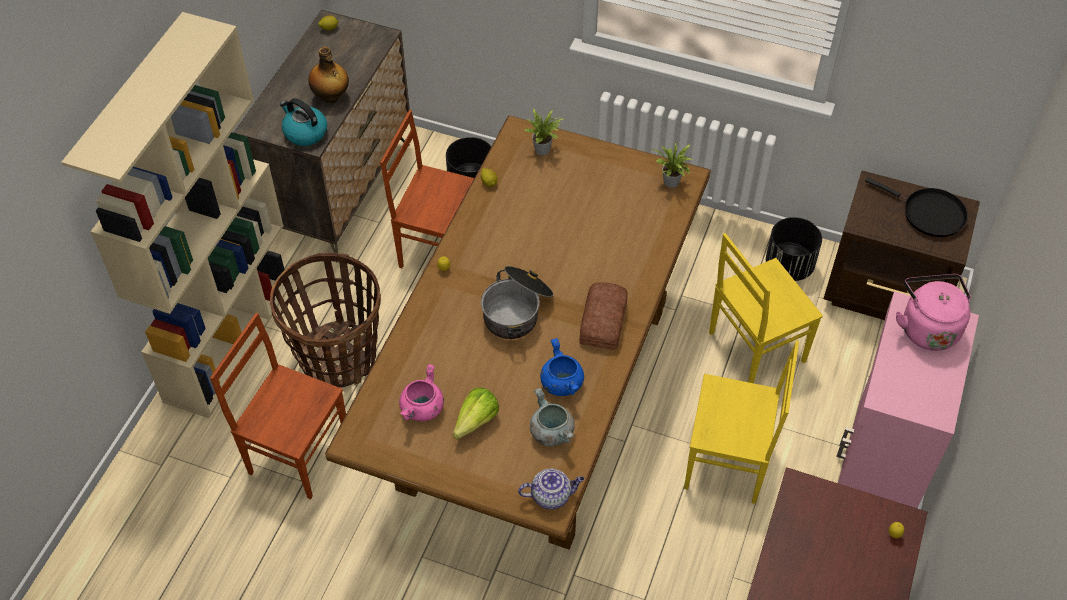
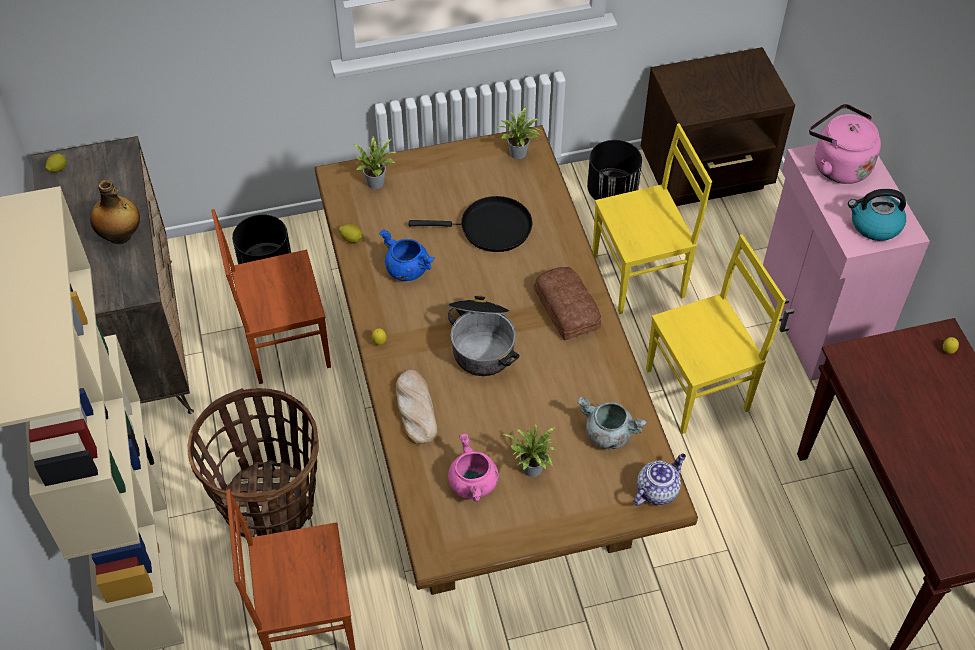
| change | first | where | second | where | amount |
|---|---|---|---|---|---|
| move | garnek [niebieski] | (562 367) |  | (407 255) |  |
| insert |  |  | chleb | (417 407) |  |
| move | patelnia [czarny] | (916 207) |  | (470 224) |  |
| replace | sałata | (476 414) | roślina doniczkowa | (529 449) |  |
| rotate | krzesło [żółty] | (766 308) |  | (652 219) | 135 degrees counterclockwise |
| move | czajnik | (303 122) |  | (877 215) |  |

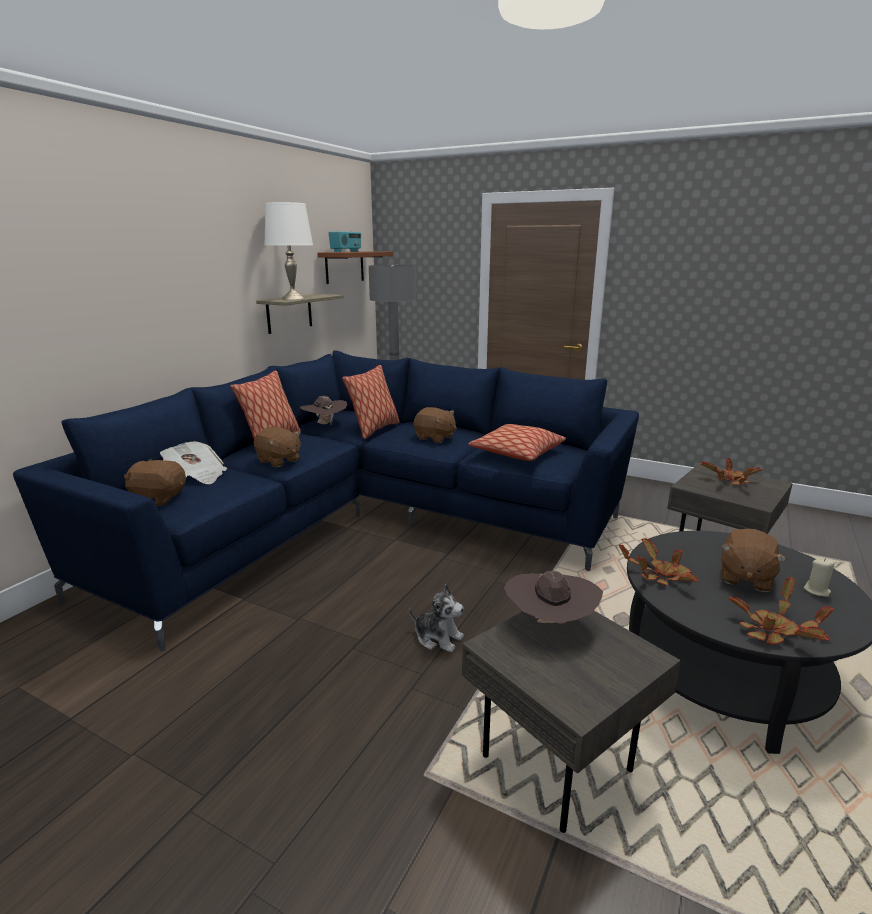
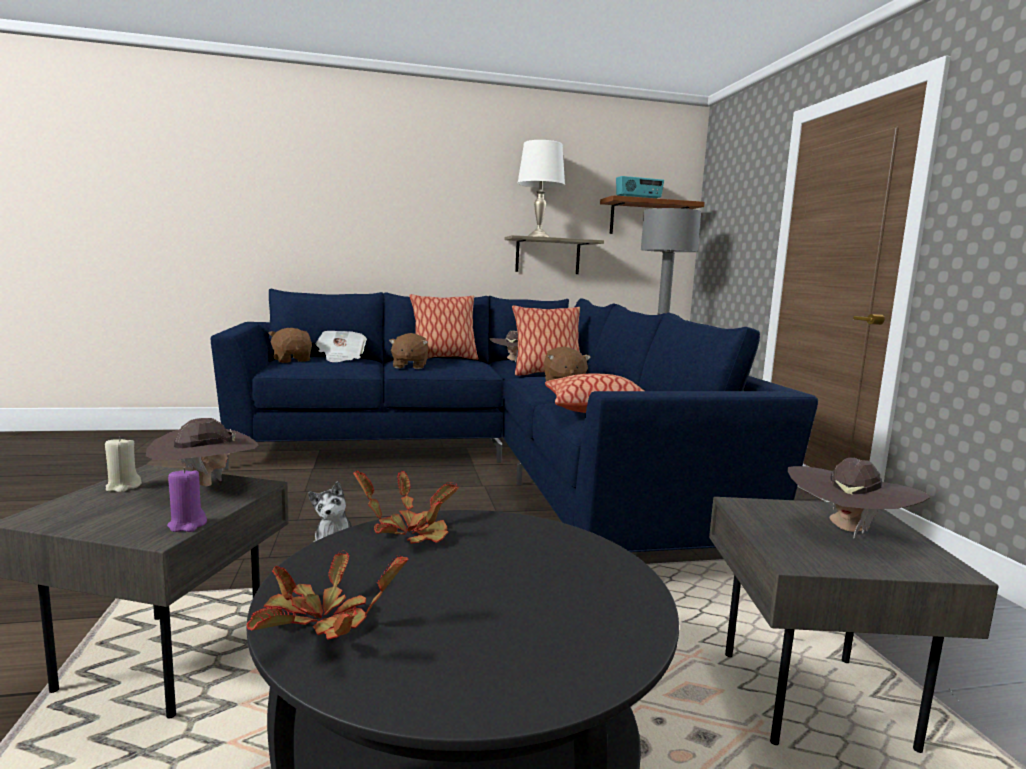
| change | first | where | second | where | amount |
|---|---|---|---|---|---|
| move | świeca [beżowy] | (819 577) |  | (123 464) |  |
| insert |  |  | świeca [fioletowy] | (187 500) |  |
| replace | roślina doniczkowa | (731 471) | kapelusz [brązowy] | (859 498) |  |
| delete | pluszak [brązowy] | (754 560) |  |  |  |

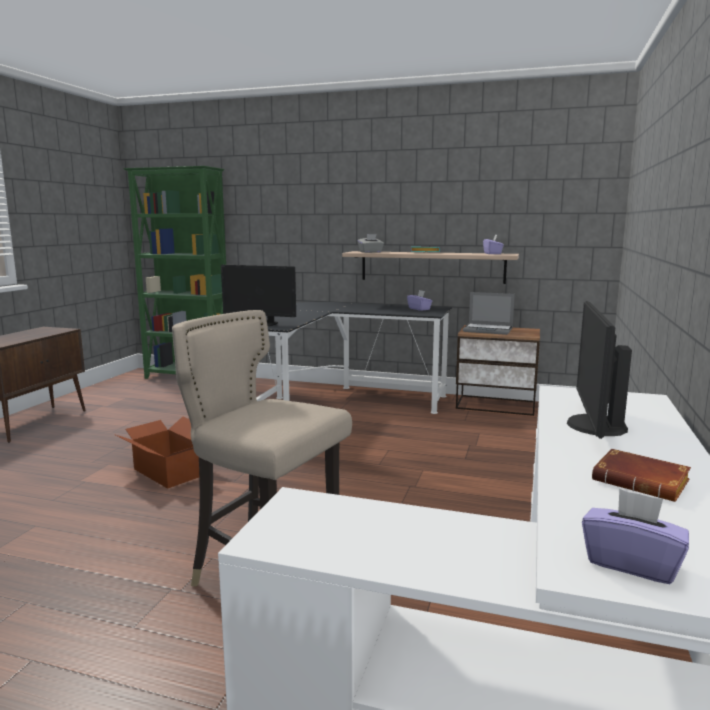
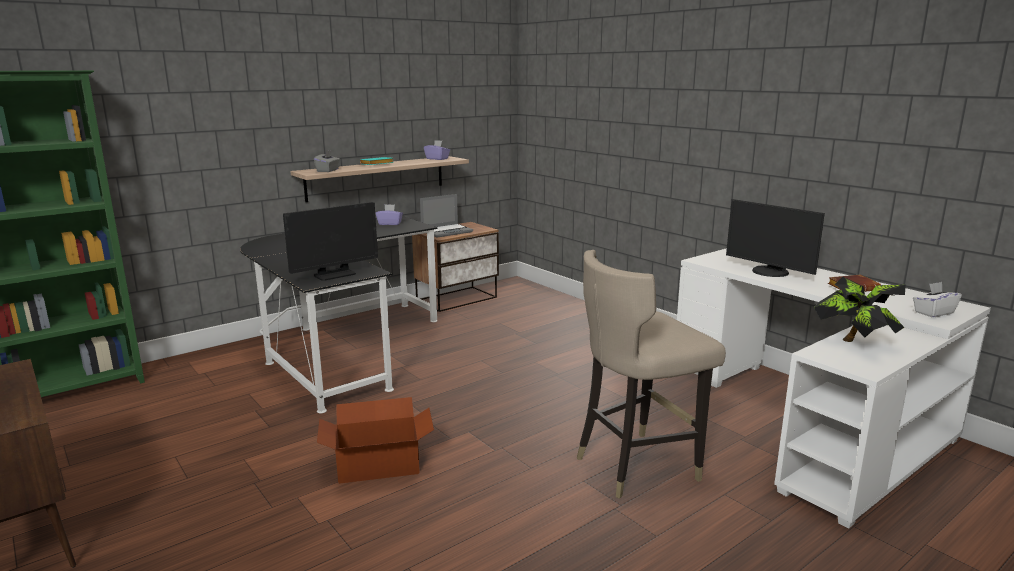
| change | first | where | second | where | amount |
|---|---|---|---|---|---|
| insert |  |  | roślina doniczkowa | (860 309) |  |
| recolor | pudełko chusteczek [fioletowy] | (635 536) | pudełko chusteczek [biały] | (937 299) |  |

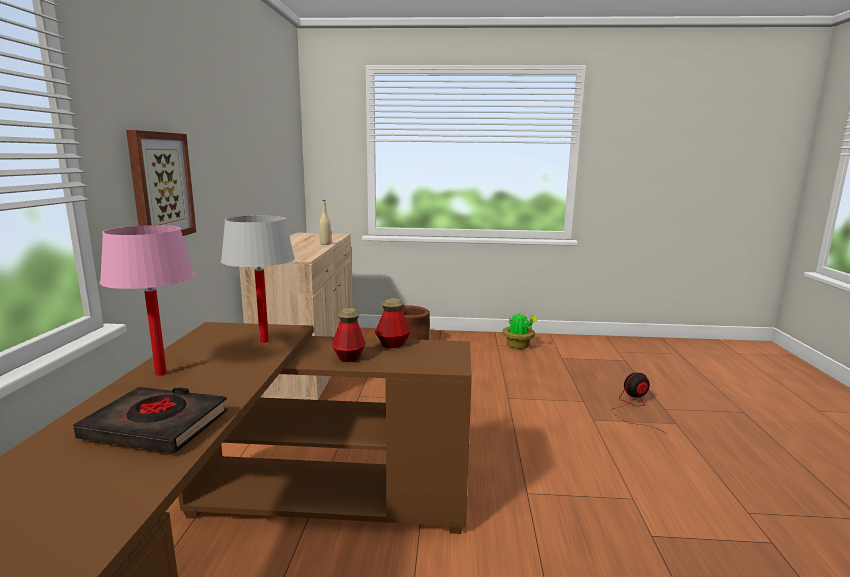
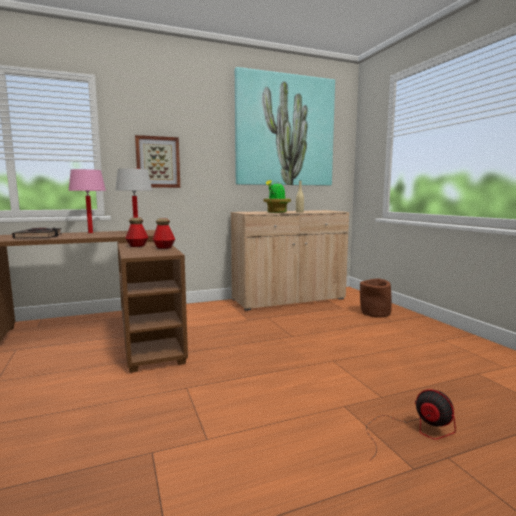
| change | first | where | second | where | amount |
|---|---|---|---|---|---|
| insert |  |  | obraz | (285 126) |  |
| move | roślina doniczkowa | (520 331) |  | (277 196) |  |

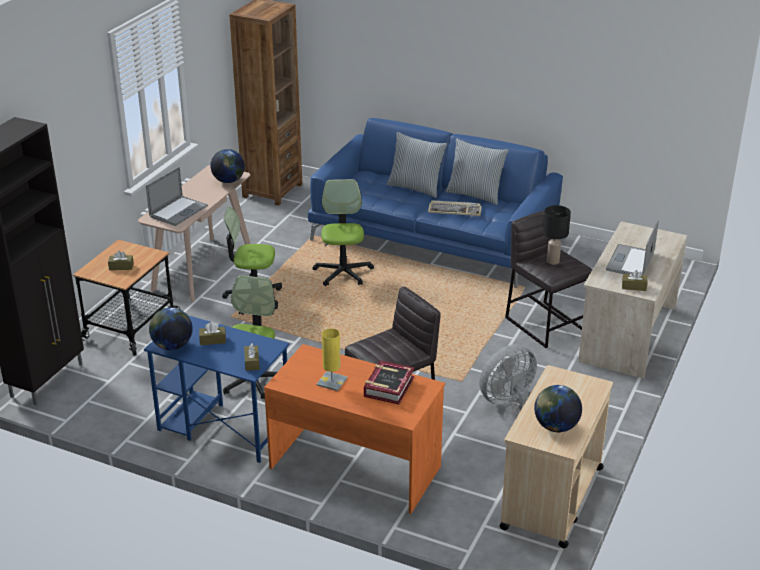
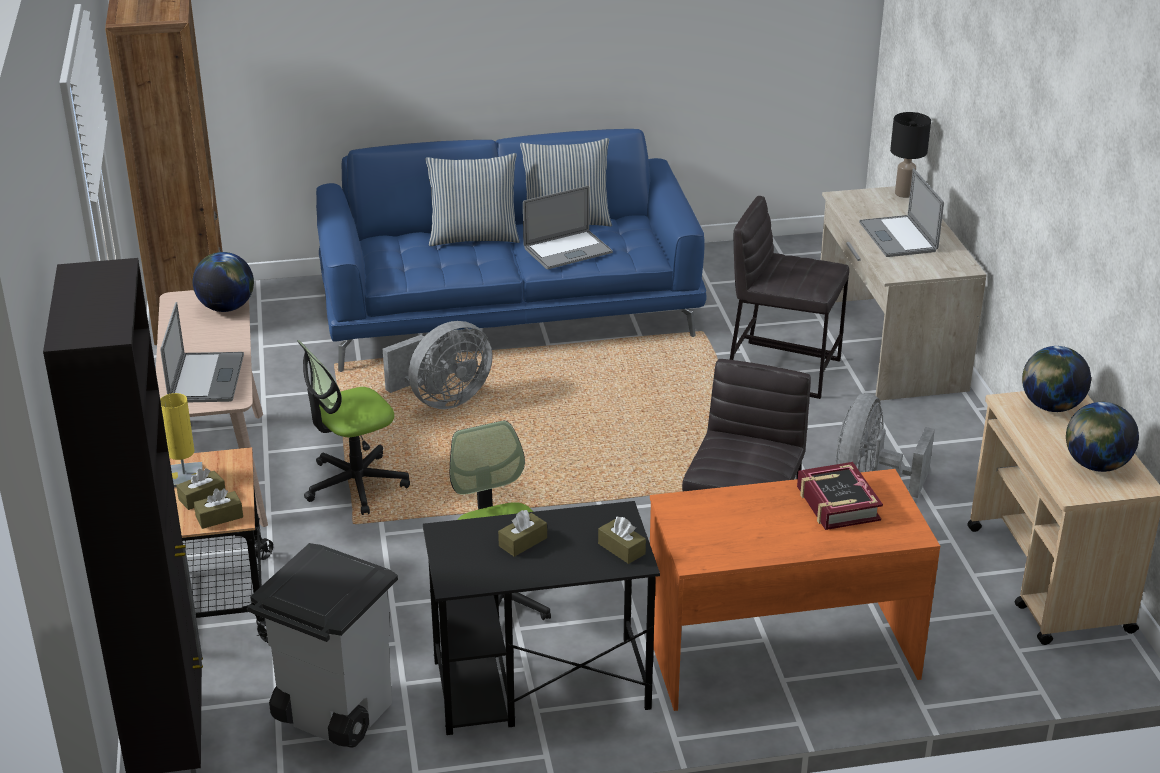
| change | first | where | second | where | amount |
|---|---|---|---|---|---|
| move | lampa stołowa [żółty] | (332 360) |  | (181 440) |  |
| move | pudełko chusteczek [brązowy] | (635 280) |  | (218 508) |  |
| insert |  |  | kosz na śmieci [szary] | (322 645) |  |
| replace | krzesło biurowe | (343 232) | wentylator [szary] | (438 365) |  |
| recolor | biurko [niebieski] | (216 389) | biurko [czarny] | (541 618) |  |
| replace | klawiatura | (455 208) | laptop | (568 228) |  |
| move | lampa stołowa [czarny] | (557 234) |  | (910 155) |  |
| move | globus | (171 328) |  | (1056 379) |  |

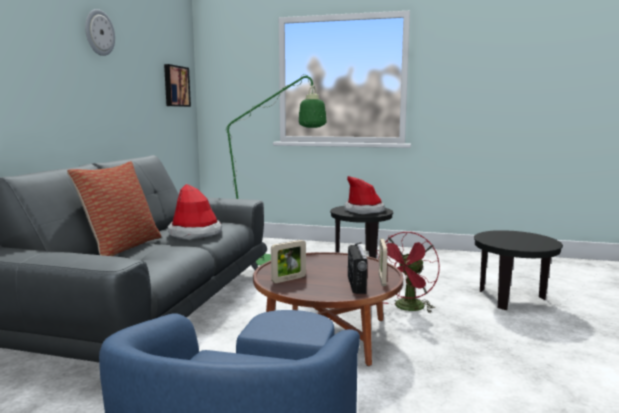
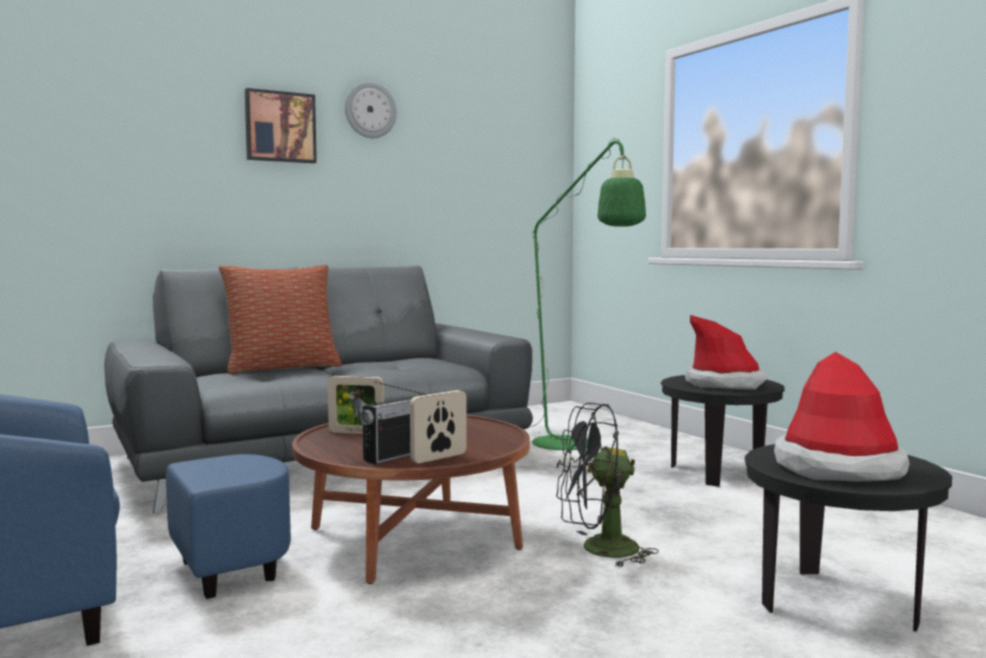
| change | first | where | second | where | amount |
|---|---|---|---|---|---|
| move | obraz | (177 85) |  | (281 125) |  |
| recolor | wentylator [czerwony] | (408 272) | wentylator [czarny] | (607 485) |  |
| move | kapelusz | (195 212) |  | (842 417) |  |

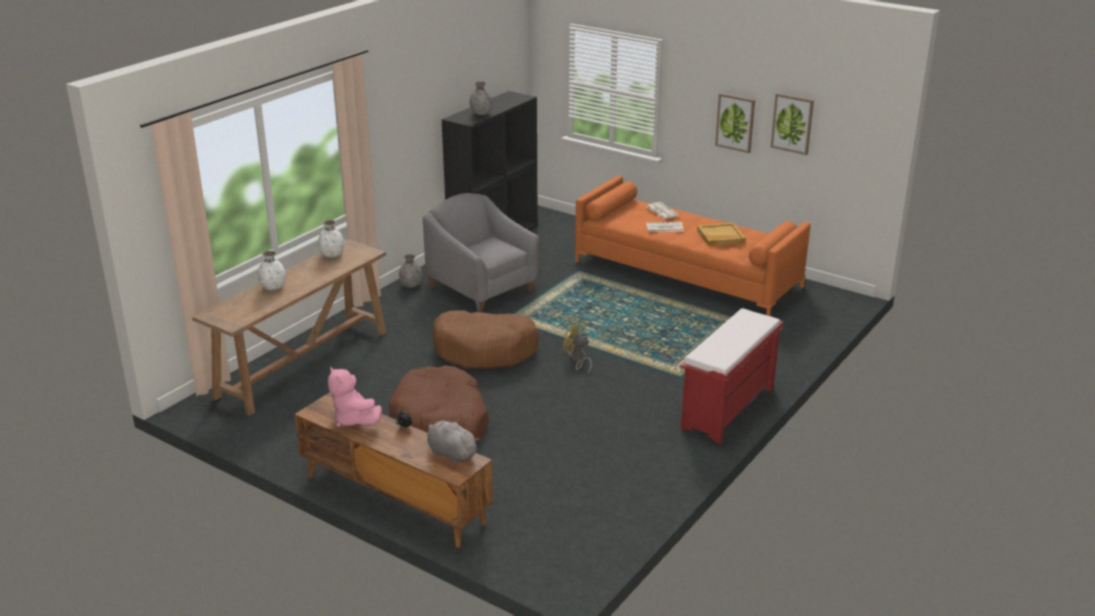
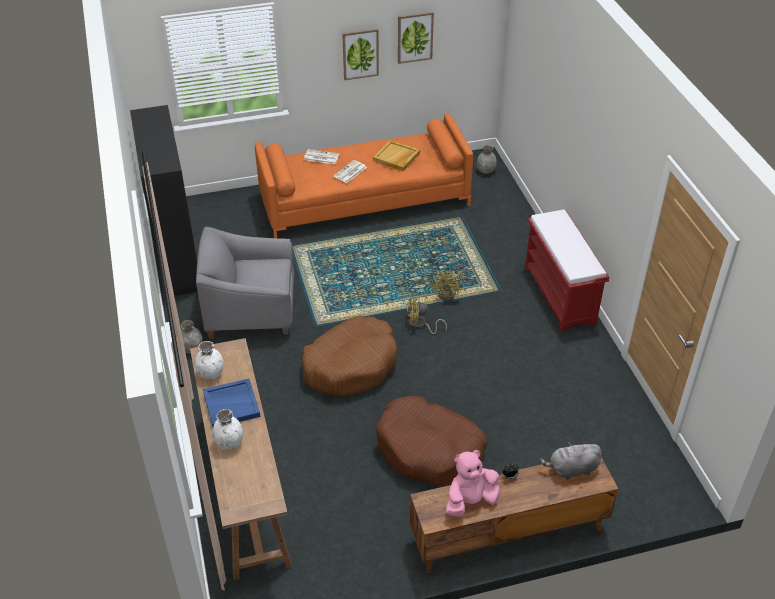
| change | first | where | second | where | amount |
|---|---|---|---|---|---|
| insert |  |  | taca [niebieski] | (231 402) |  |
| insert |  |  | wentylator [żółty] | (448 285) |  |
| rotate | pluszak [różowy] | (355 397) |  | (473 483) | 150 degrees clockwise |
| move | wazon [szary] | (480 98) |  | (487 159) |  |

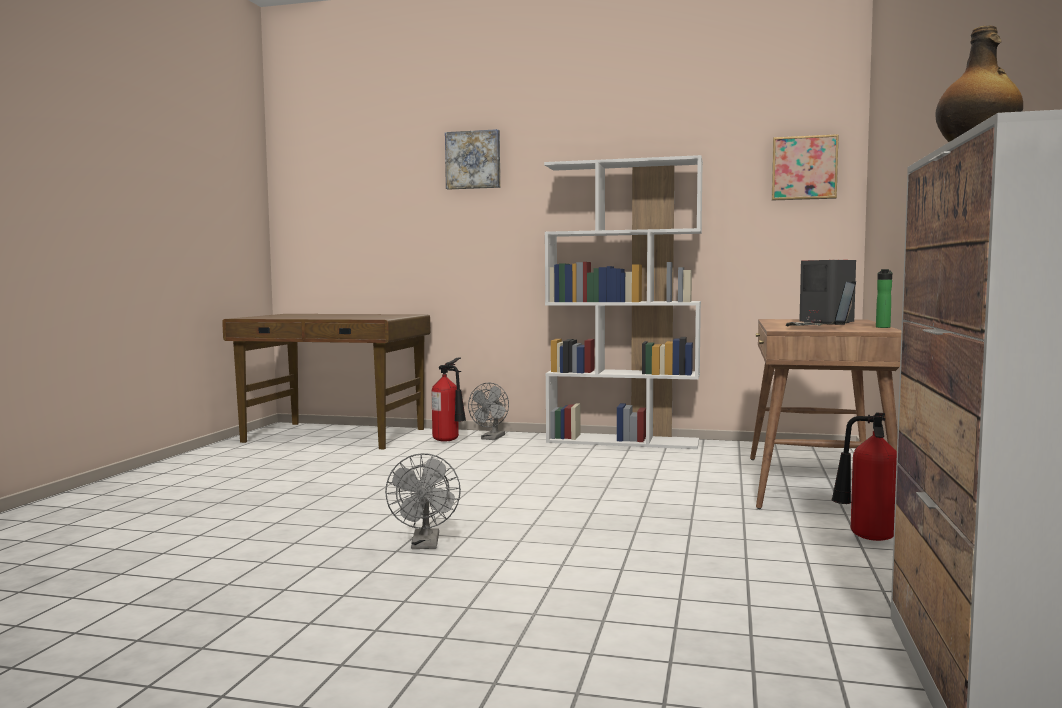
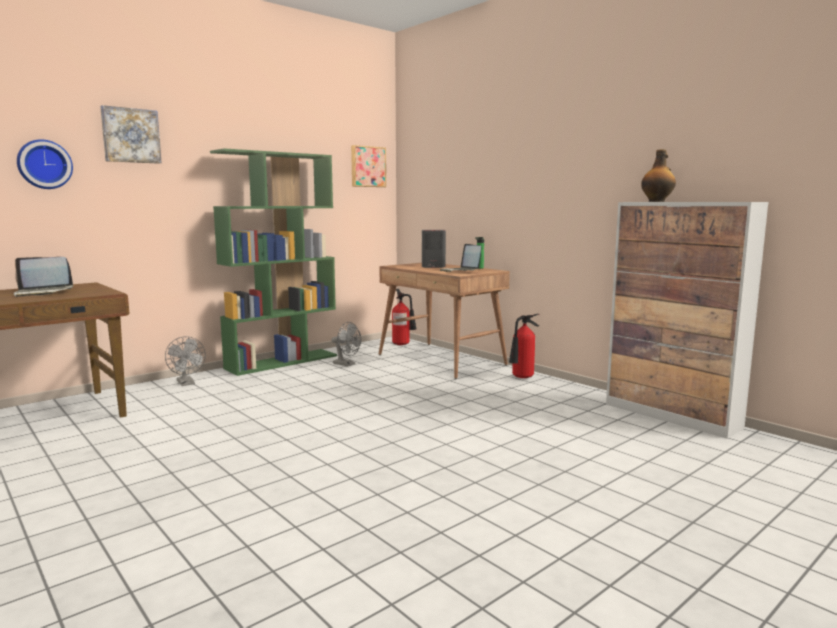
| change | first | where | second | where | amount |
|---|---|---|---|---|---|
| insert |  |  | laptop | (43 277) |  |
| insert |  |  | zegar ścienny | (45 164) |  |
| recolor | regał [biały] | (623 302) | regał [zielony] | (273 262) |  |
| move | wentylator [szary] | (423 501) |  | (346 344) |  |
| move | gaśnica | (449 399) |  | (404 317) |  |

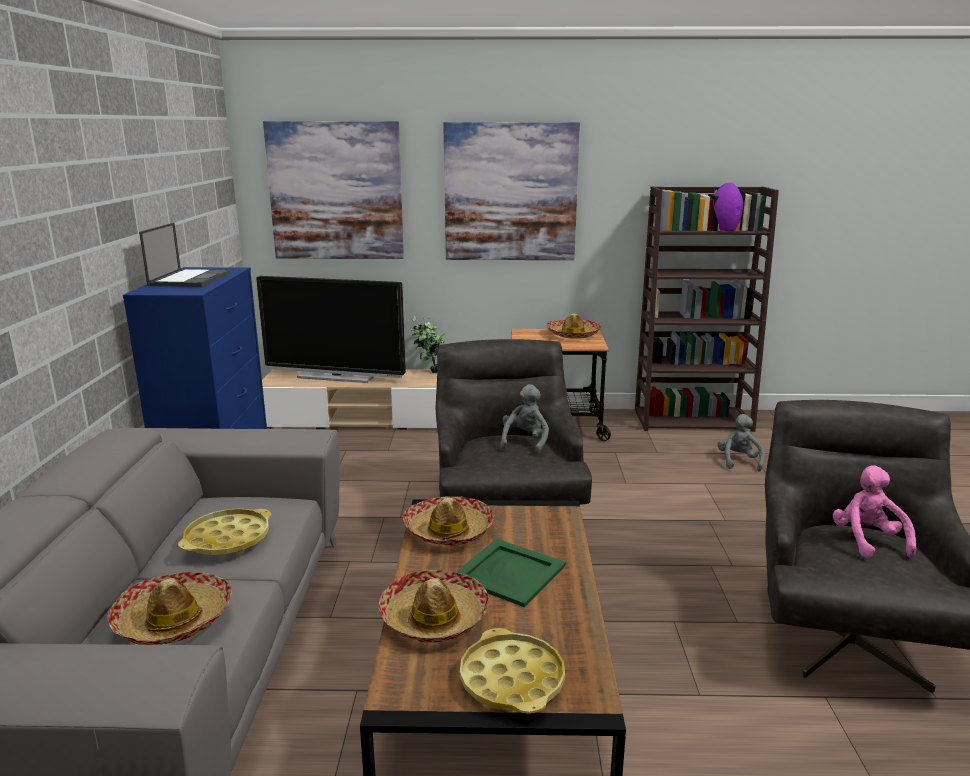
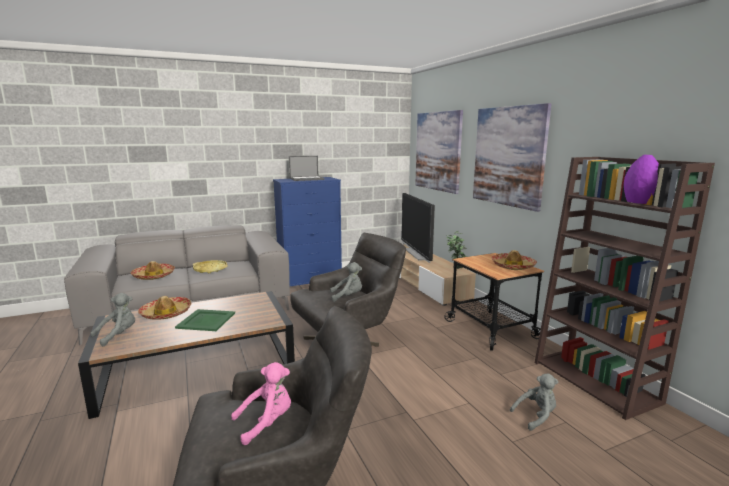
| change | first | where | second | where | amount |
|---|---|---|---|---|---|
| replace | taca [żółty] | (512 671) | pluszak [szary] | (112 319) |  |
| delete | kapelusz | (448 521) |  |  |  |

